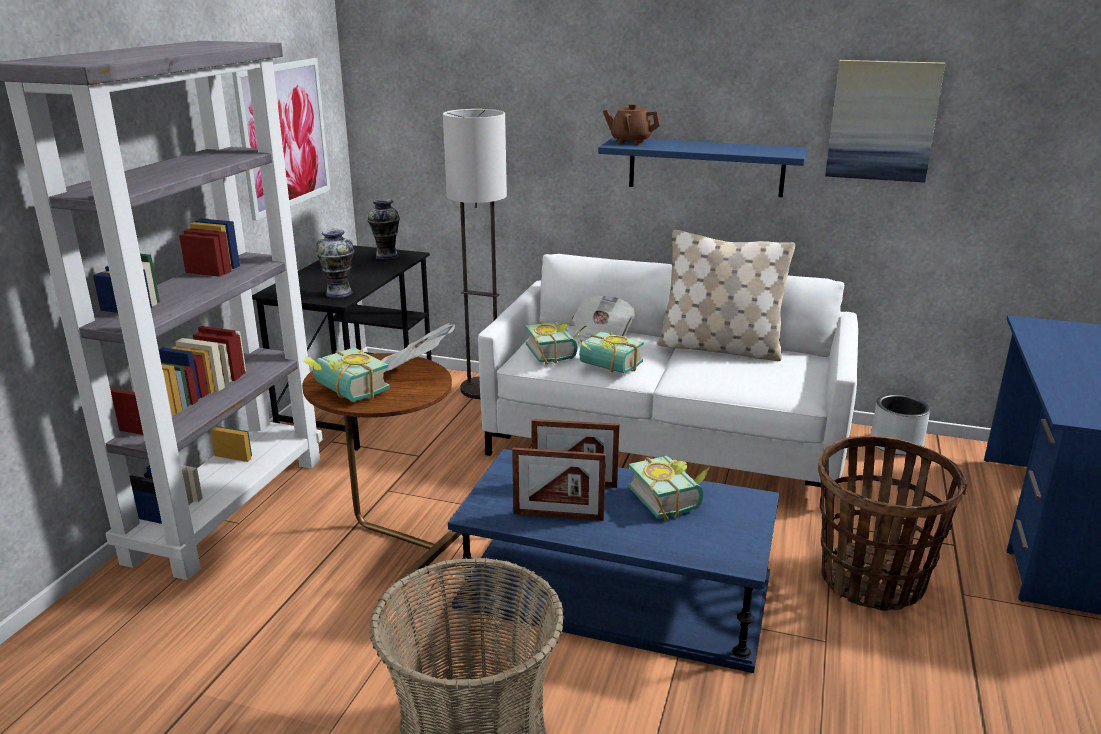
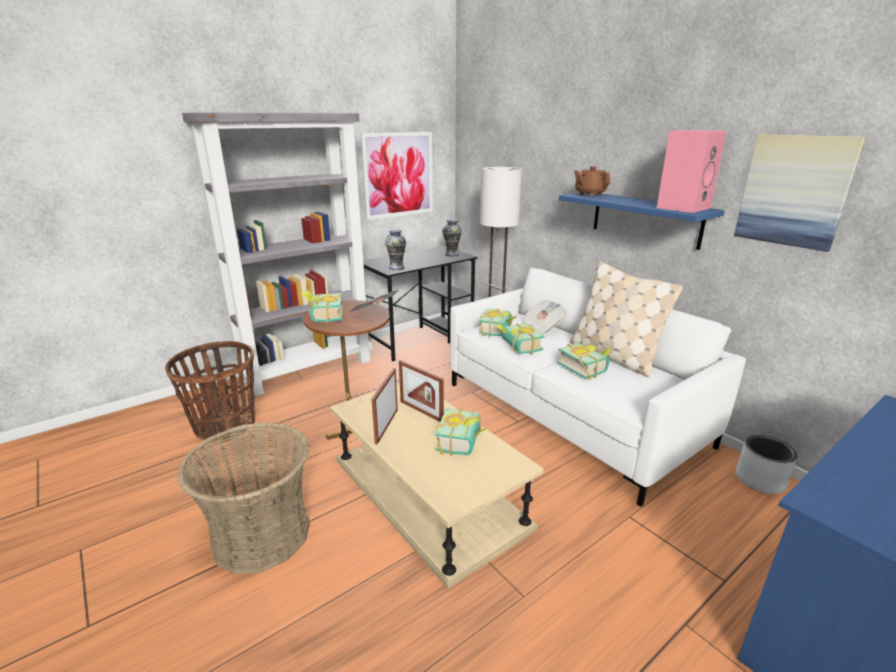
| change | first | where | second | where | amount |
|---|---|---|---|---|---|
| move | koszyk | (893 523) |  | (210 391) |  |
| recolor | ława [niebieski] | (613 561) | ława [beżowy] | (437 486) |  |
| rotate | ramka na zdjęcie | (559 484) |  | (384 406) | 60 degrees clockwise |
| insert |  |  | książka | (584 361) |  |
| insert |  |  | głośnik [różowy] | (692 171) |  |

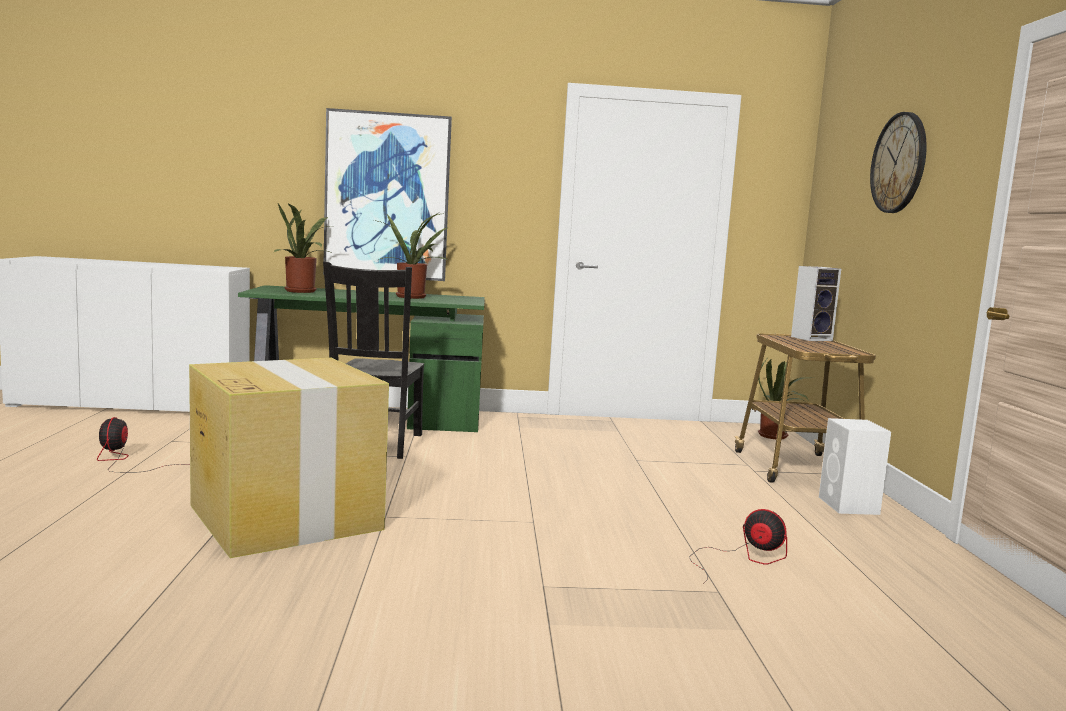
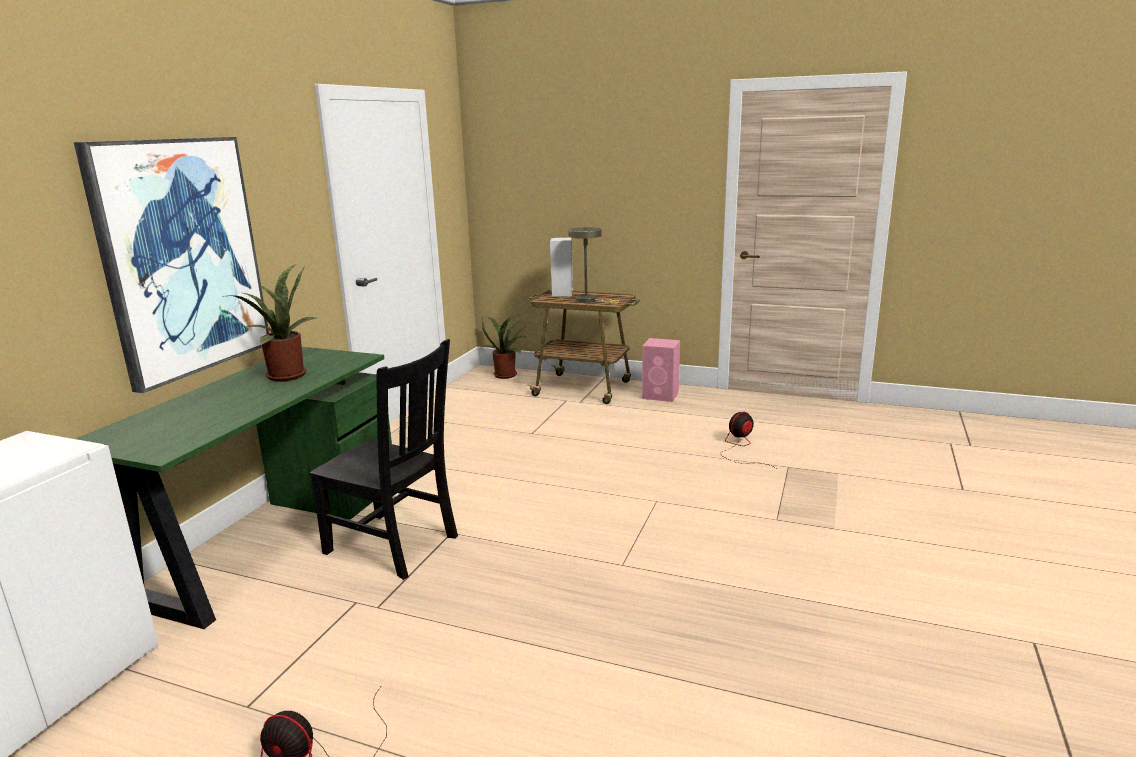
| change | first | where | second | where | amount |
|---|---|---|---|---|---|
| insert |  |  | lampa stołowa [beżowy] | (593 265) |  |
| recolor | głośnik [biały] | (855 466) | głośnik [różowy] | (661 370) |  |
| delete | karton | (289 458) |  |  |  |
| delete | roślina doniczkowa | (301 248) |  |  |  |
| delete | zegar ścienny | (898 162) |  |  |  |

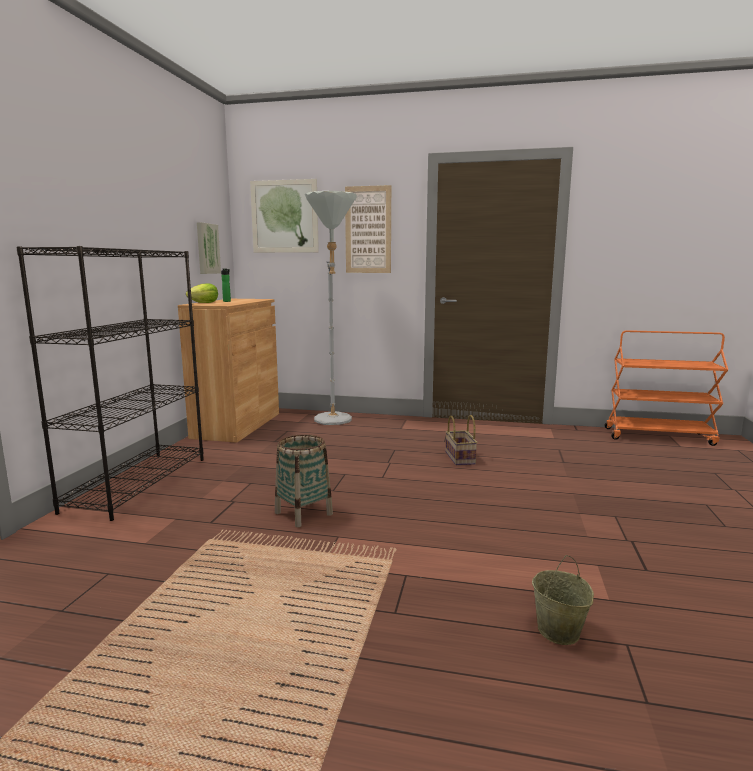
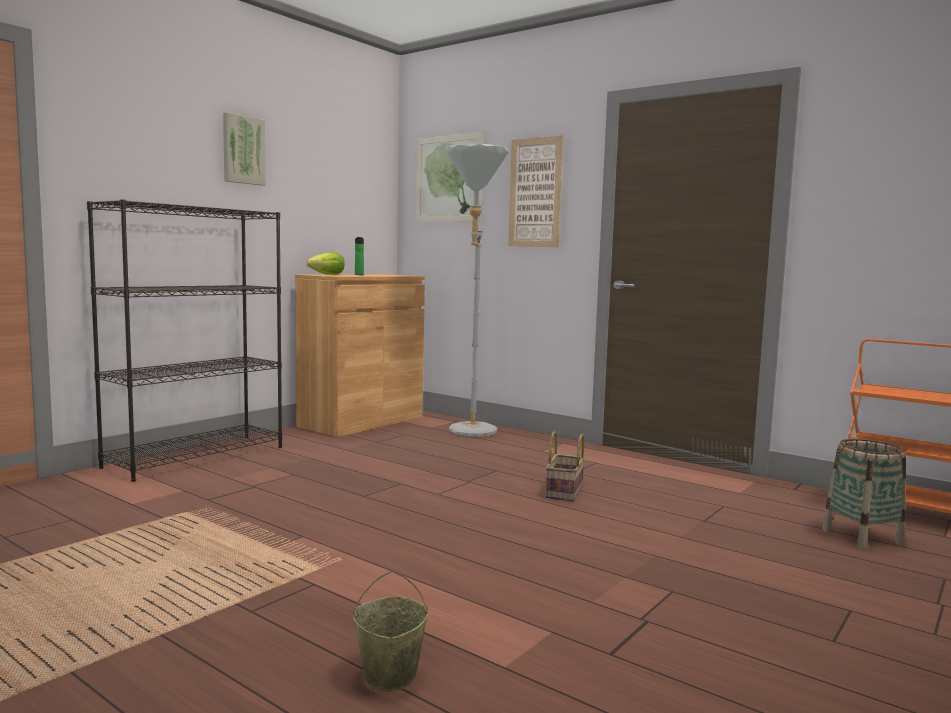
| change | first | where | second | where | amount |
|---|---|---|---|---|---|
| move | obraz | (209 248) |  | (244 149) |  |
| move | koszyk | (304 480) |  | (864 494) |  |

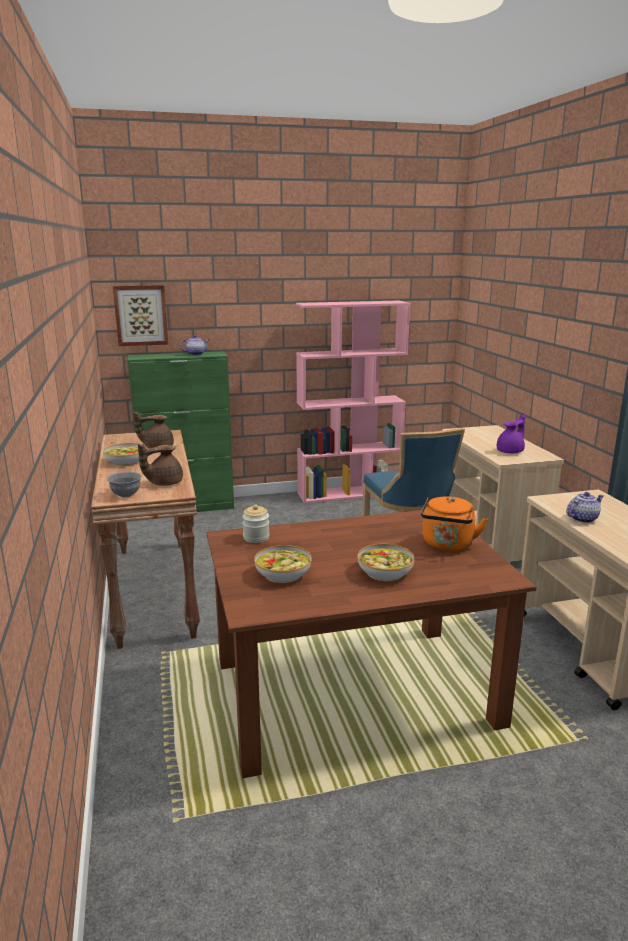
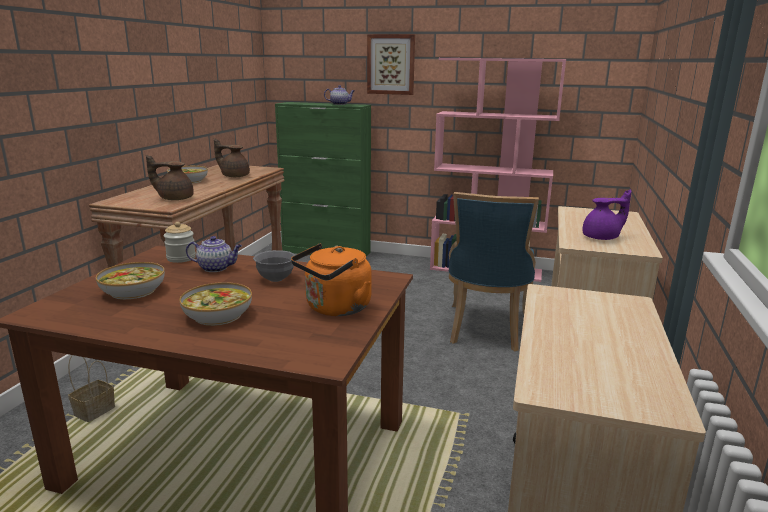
| change | first | where | second | where | amount |
|---|---|---|---|---|---|
| insert |  |  | koszyk | (91 388) |  |
| move | imbryk | (585 507) |  | (214 254) |  |
| move | miska [szary] | (124 484) |  | (274 266) |  |
| move | obraz | (140 315) |  | (391 64) |  |

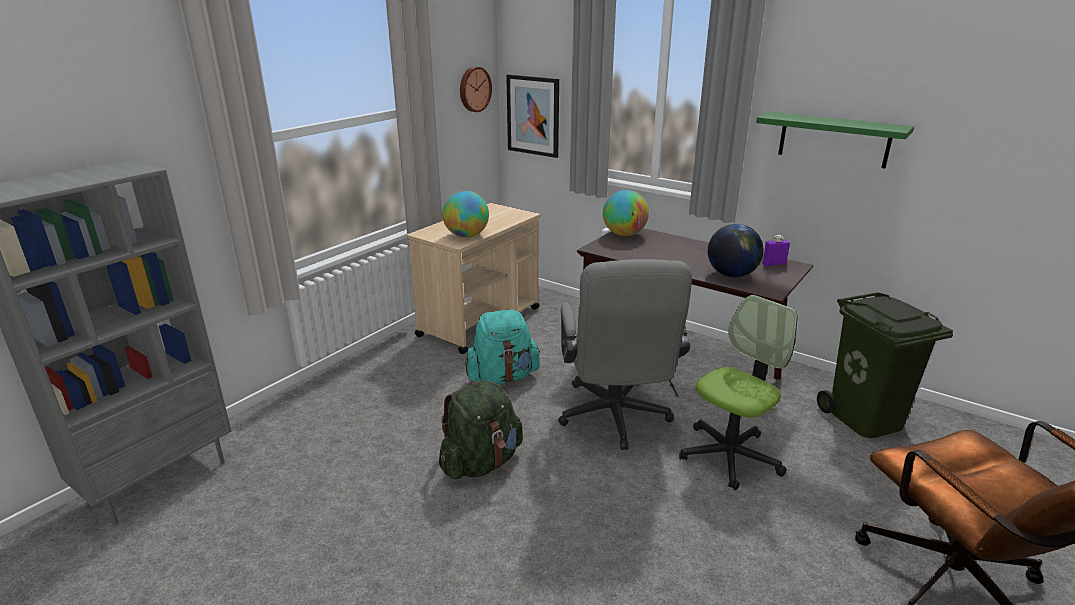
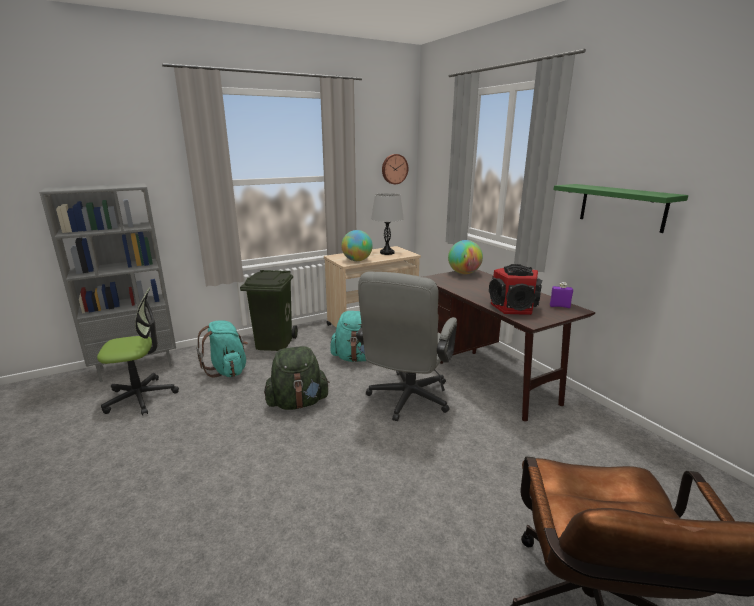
| change | first | where | second | where | amount |
|---|---|---|---|---|---|
| move | krzesło biurowe | (738 392) |  | (138 352) |  |
| insert |  |  | plecak [turkusowy] | (222 348) |  |
| move | kosz na śmieci [zielony] | (885 365) |  | (269 310) |  |
| insert |  |  | lampa stołowa [szary] | (387 224) |  |
| replace | globus | (736 250) | głośnik | (515 289) |  |
| delete | obraz | (532 116) |  |  |  |

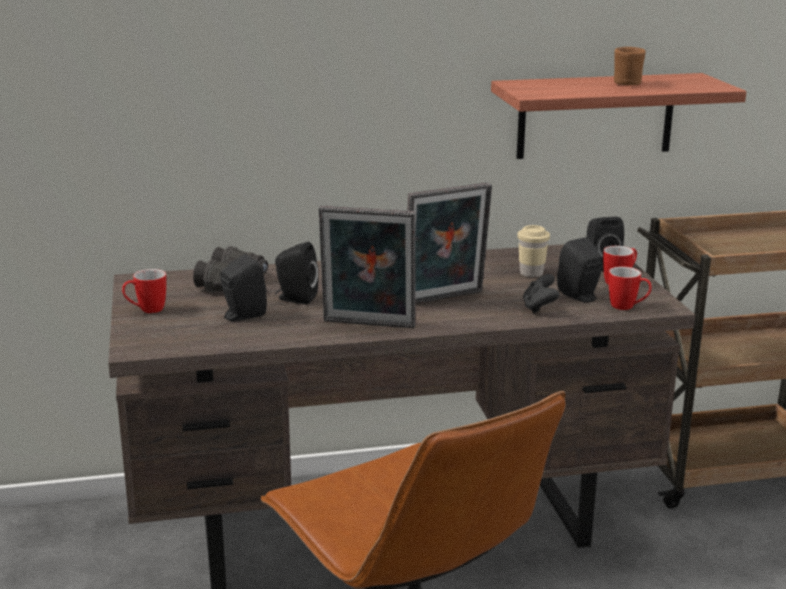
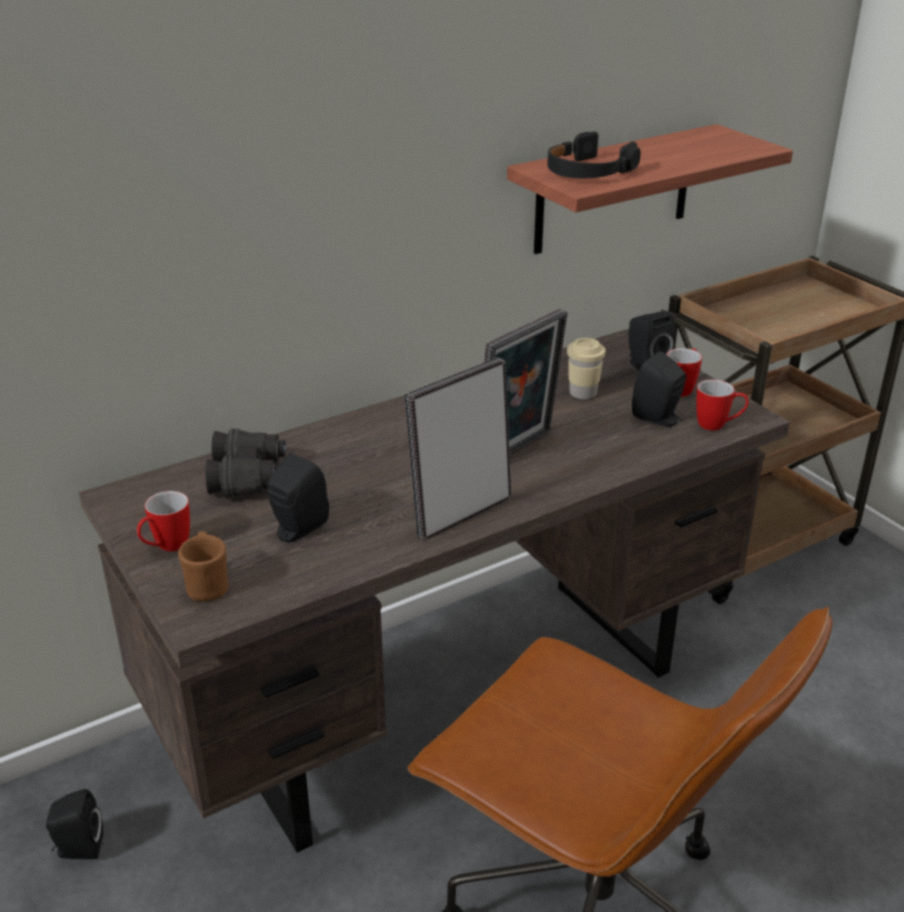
| change | first | where | second | where | amount |
|---|---|---|---|---|---|
| move | głośnik [czarny] | (297 273) |  | (74 824) |  |
| move | kubek [brązowy] | (630 66) |  | (203 566) |  |
| rotate | ramka na zdjęcie | (367 267) |  | (457 449) | 150 degrees clockwise |
| insert |  |  | słuchawki [czarny] | (594 154) |  |
| delete | pad do gier [czarny] | (541 294) |  |  |  |

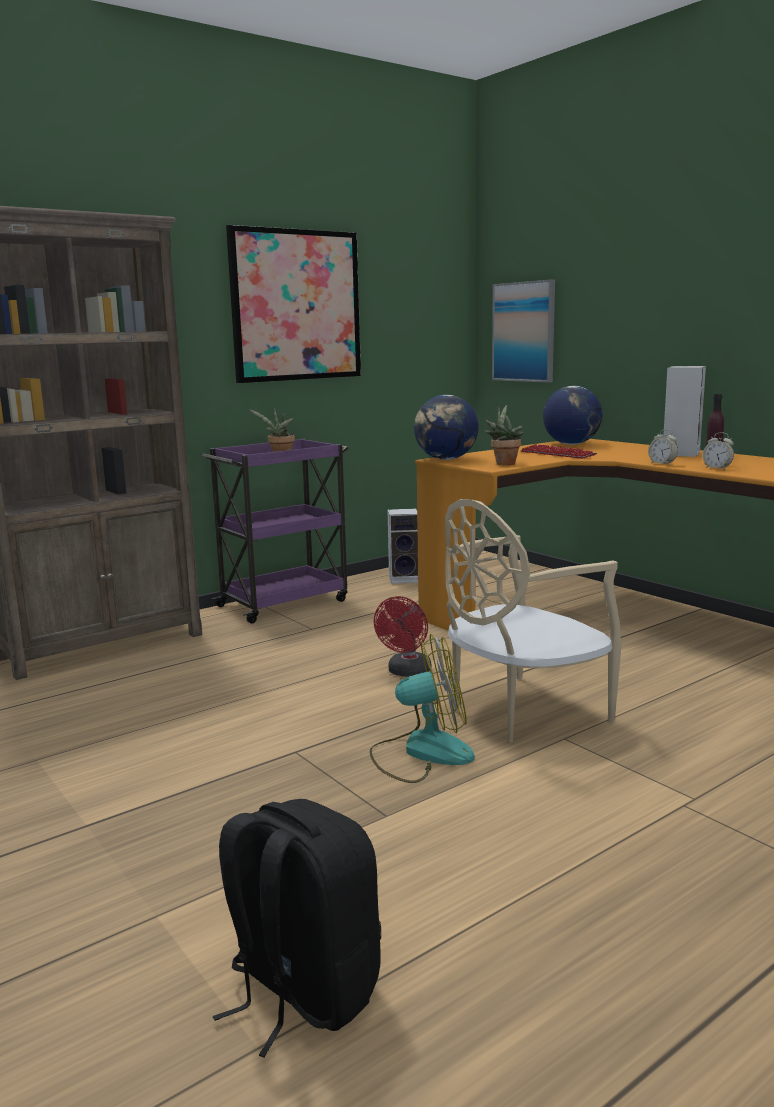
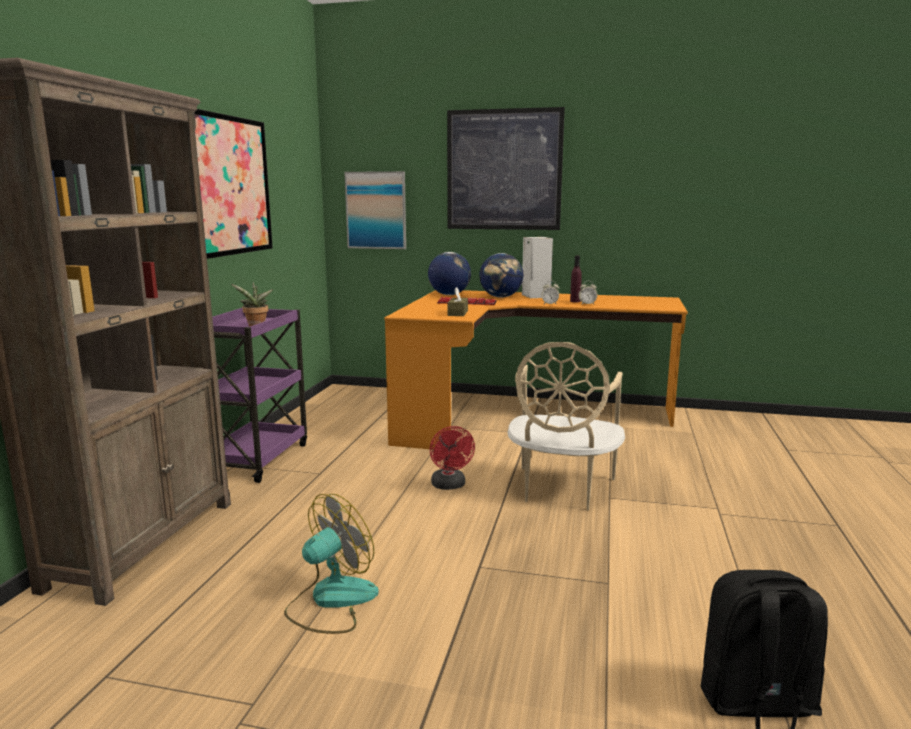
| change | first | where | second | where | amount |
|---|---|---|---|---|---|
| move | wentylator | (422 708) |  | (331 564) |  |
| insert |  |  | obraz | (506 168) |  |
| replace | roślina doniczkowa | (504 435) | pudełko chusteczek [brązowy] | (457 301) |  |
| move | globus | (446 427) |  | (501 275) |  |
| delete | głośnik | (402 546) |  |  |  |

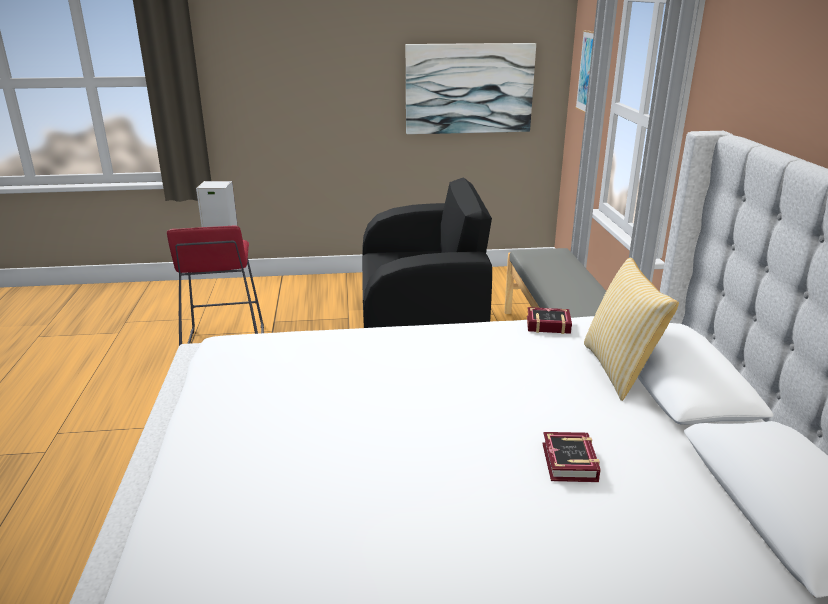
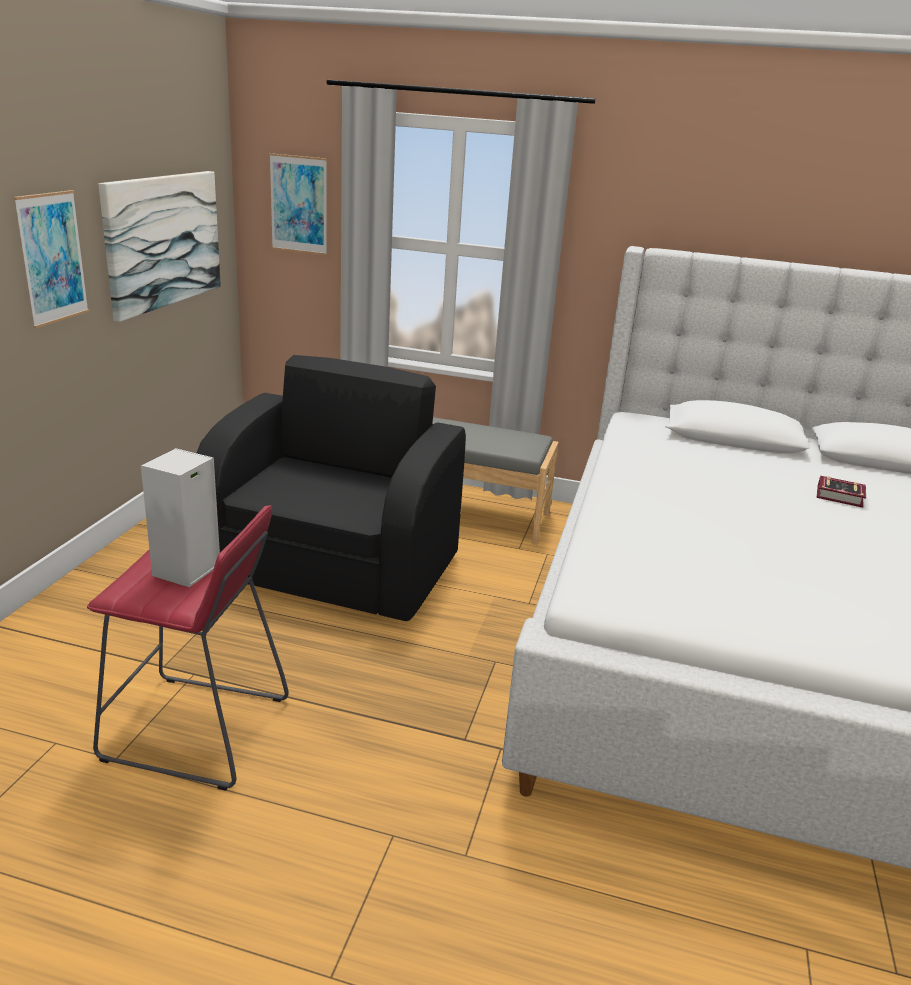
| change | first | where | second | where | amount |
|---|---|---|---|---|---|
| insert |  |  | obraz | (51 259) |  |
| delete | książka | (549 320) |  |  |  |
| delete | poduszka | (631 329) |  |  |  |

